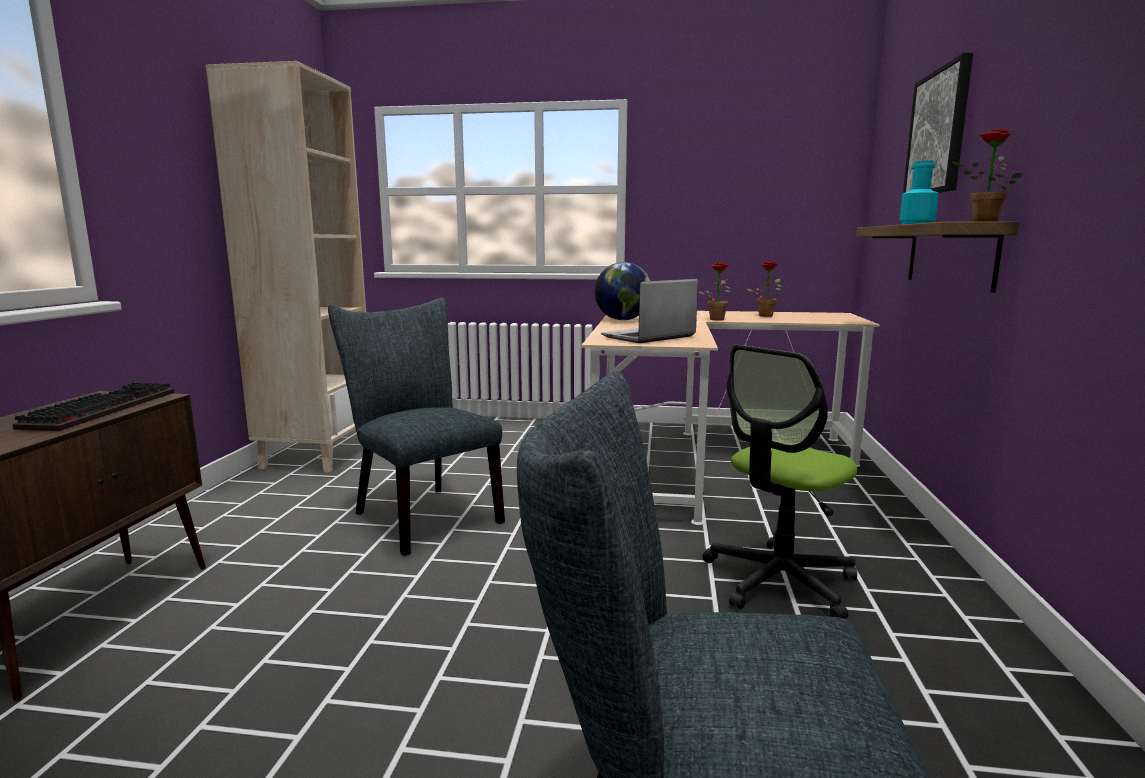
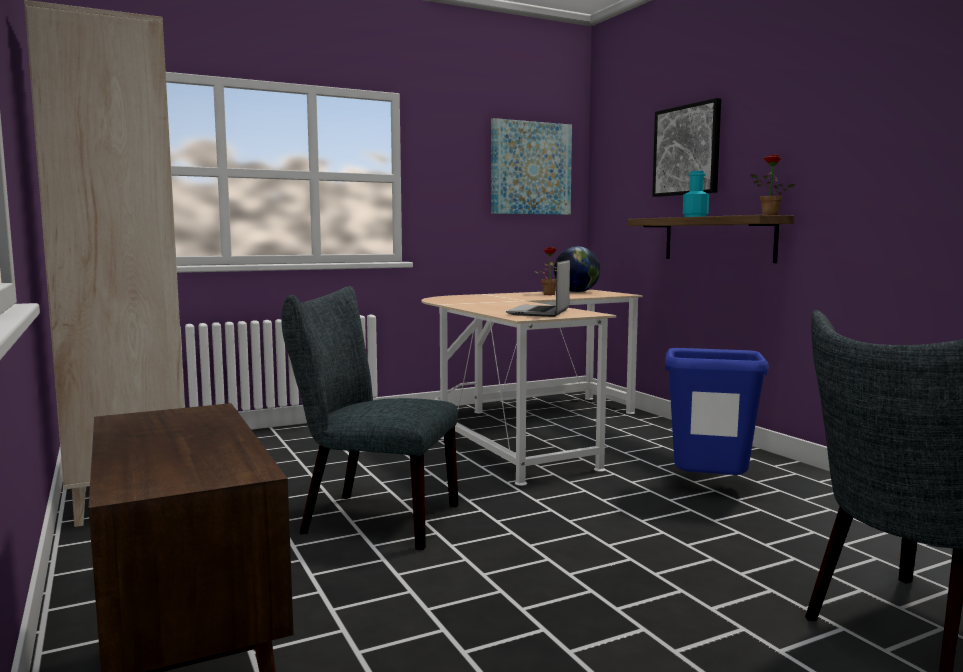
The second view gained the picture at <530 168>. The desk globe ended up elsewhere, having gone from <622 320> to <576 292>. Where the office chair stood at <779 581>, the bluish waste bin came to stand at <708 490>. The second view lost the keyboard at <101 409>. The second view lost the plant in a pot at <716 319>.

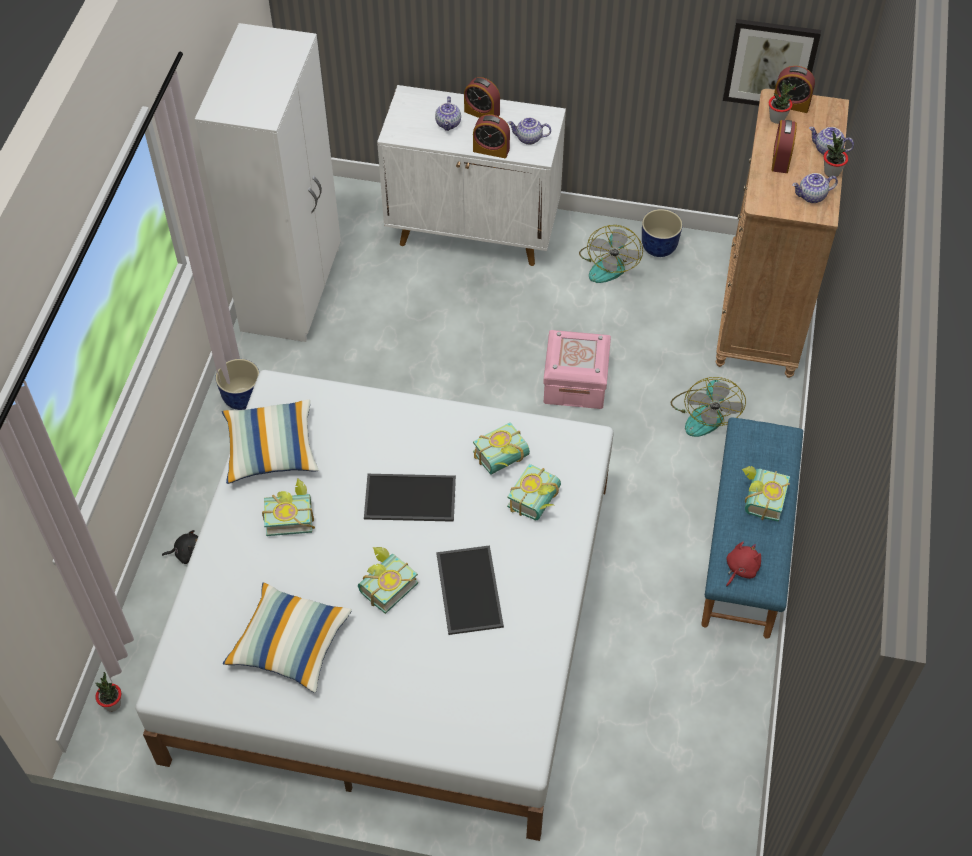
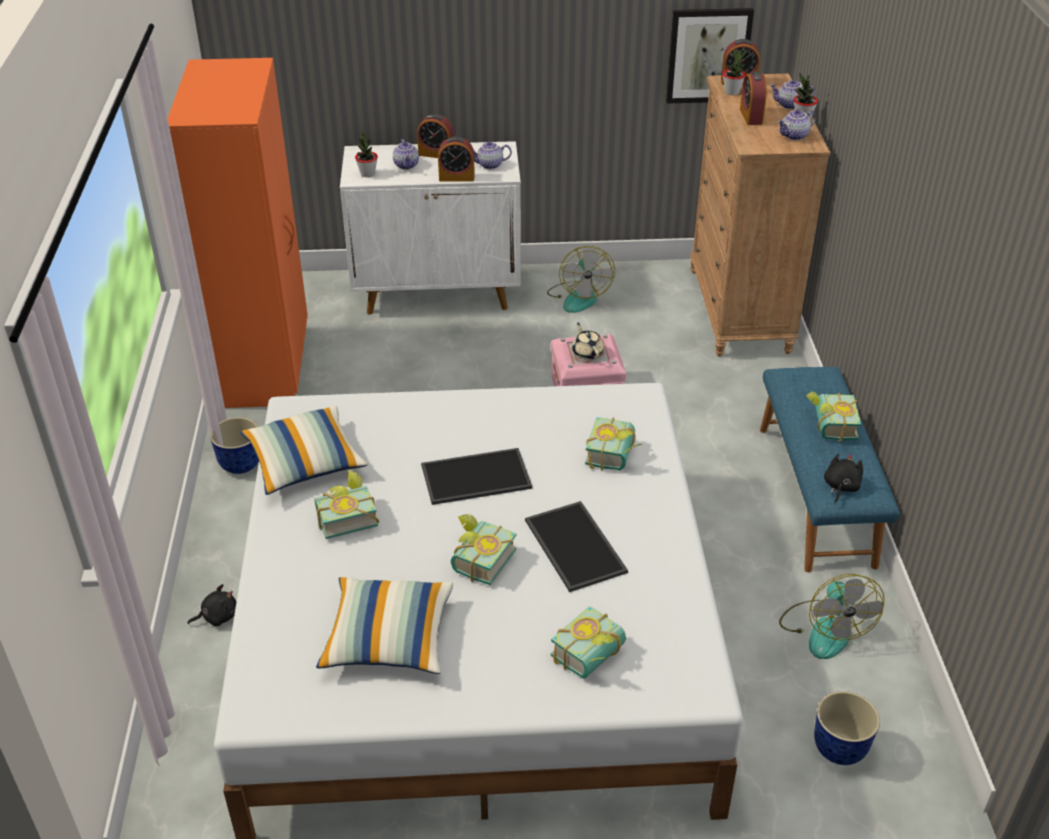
What was the white-coloured wardrobe at <293 288> turned into the orange-coloured wardrobe at <268 364>. The plant in a pot ended up elsewhere, having gone from <112 704> to <367 174>. The bound book ended up elsewhere, having gone from <503 460> to <593 658>. The second view gained the sand-coloured teapot at <587 352>. The cooling fan ended up elsewhere, having gone from <704 413> to <824 629>. The flower pot ended up elsewhere, having gone from <658 248> to <839 749>. What was the reddish plush toy at <740 569> turned into the black-coloured plush toy at <840 487>.

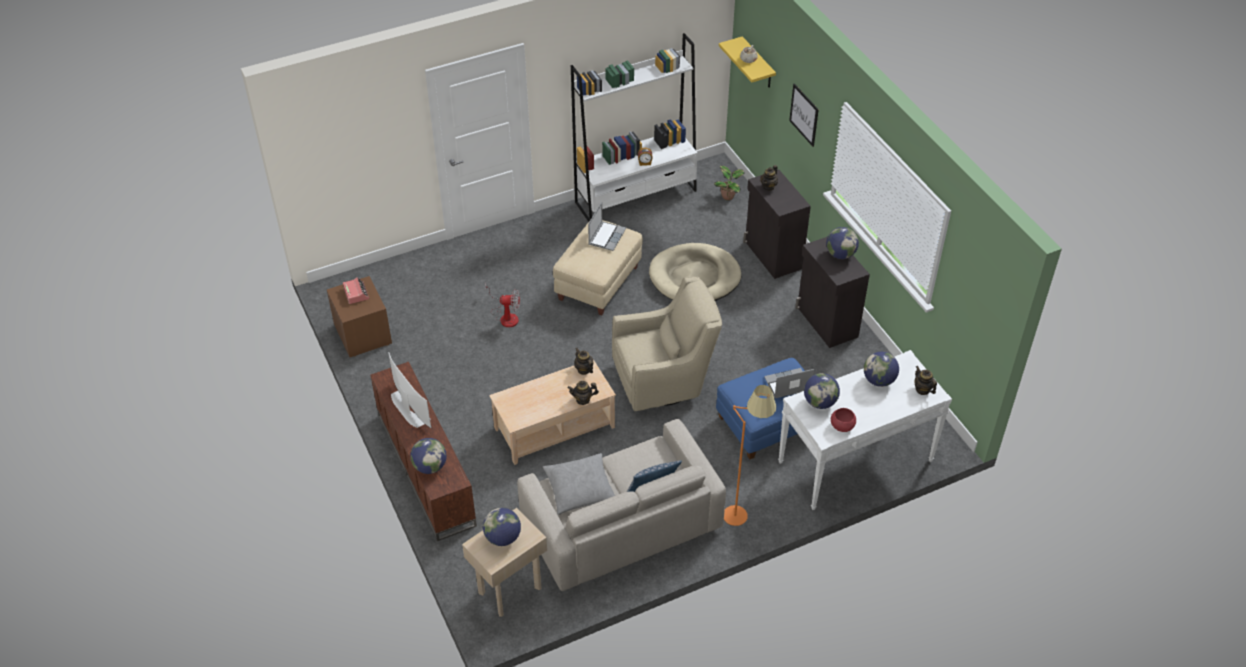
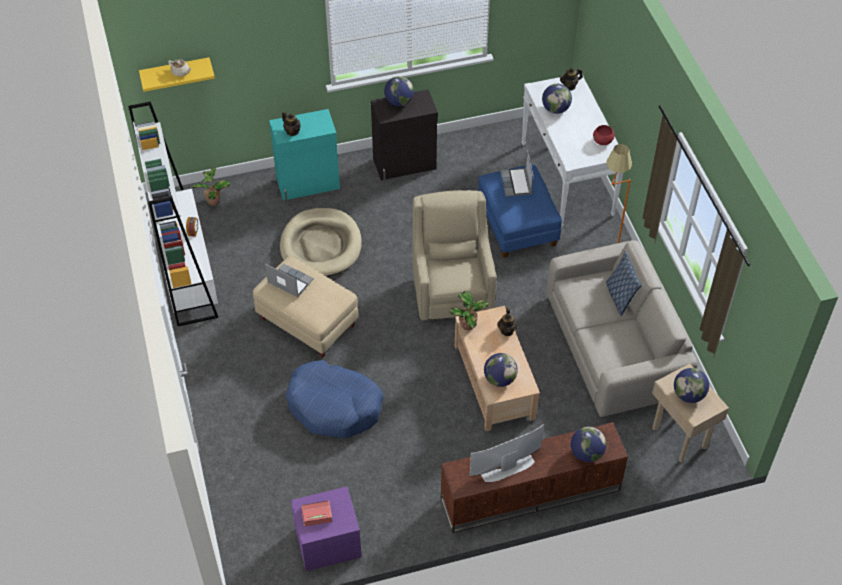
What was the black-coloured cupboard at <772 255> turned into the turquoise cupboard at <308 184>. Where the cooling fan stood at <505 316>, the bluish dog cushion came to stand at <334 406>. What was the brown night table at <362 334> turned into the purple night table at <327 543>. Where the teapot stood at <584 369>, the plant in a pot came to stand at <468 325>. The desk globe ended up elsewhere, having gone from <820 402> to <499 379>. The second view lost the greyish cushion at <580 489>. The second view lost the picture at <804 115>.

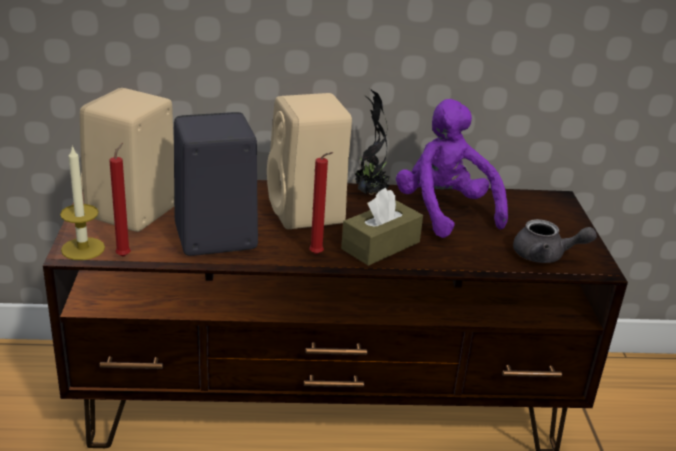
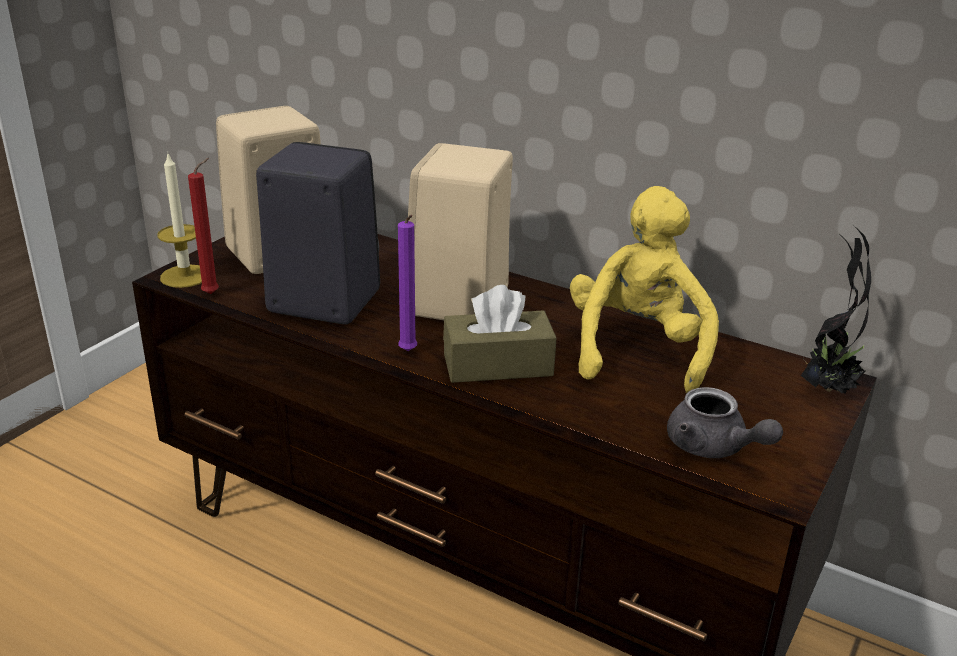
What was the reddish candle at <318 255> turned into the purple candle at <408 352>. What was the purple plush toy at <444 211> turned into the yellow-coloured plush toy at <637 350>. The plant in a pot ended up elsewhere, having gone from <369 193> to <827 388>.

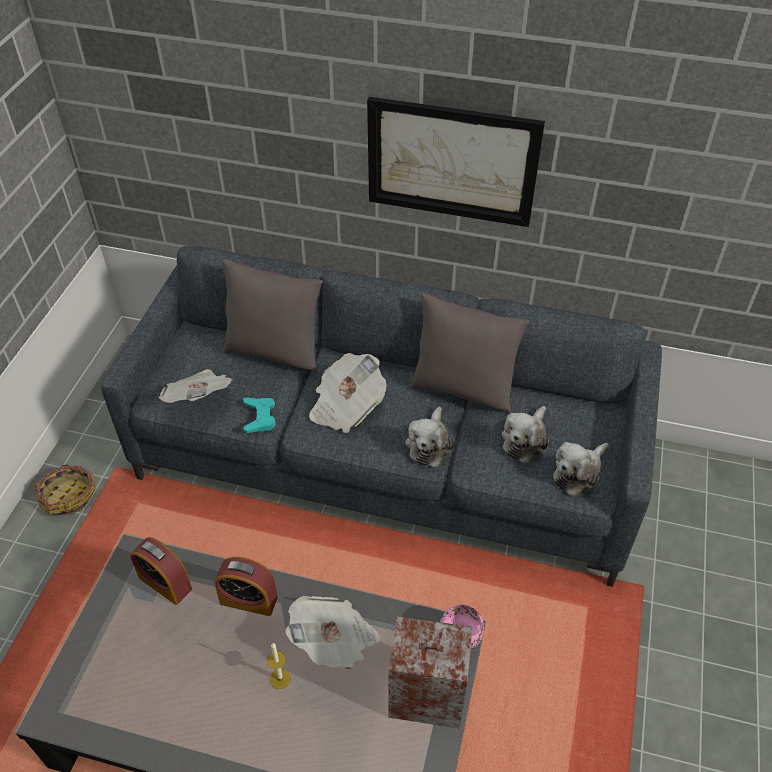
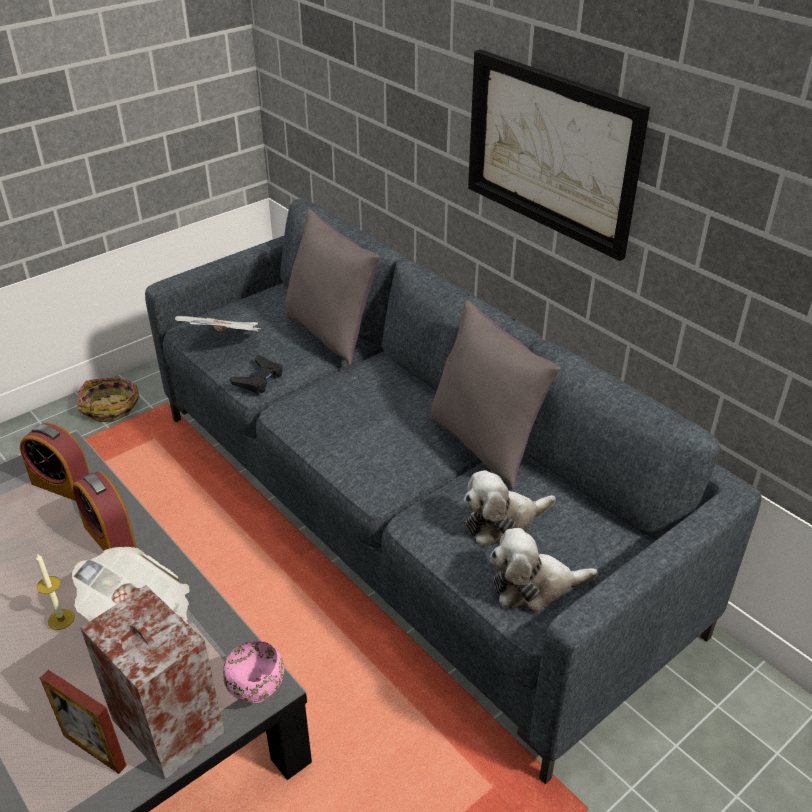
The alarm clock at <165 583> ended up facing another way, 45 degrees counterclockwise from before. The second view gained the picture frame at <94 750>. What was the turquoise joypad at <259 417> turned into the black-coloured joypad at <259 379>. The second view lost the newspaper at <346 406>. The second view lost the plush toy at <429 444>.

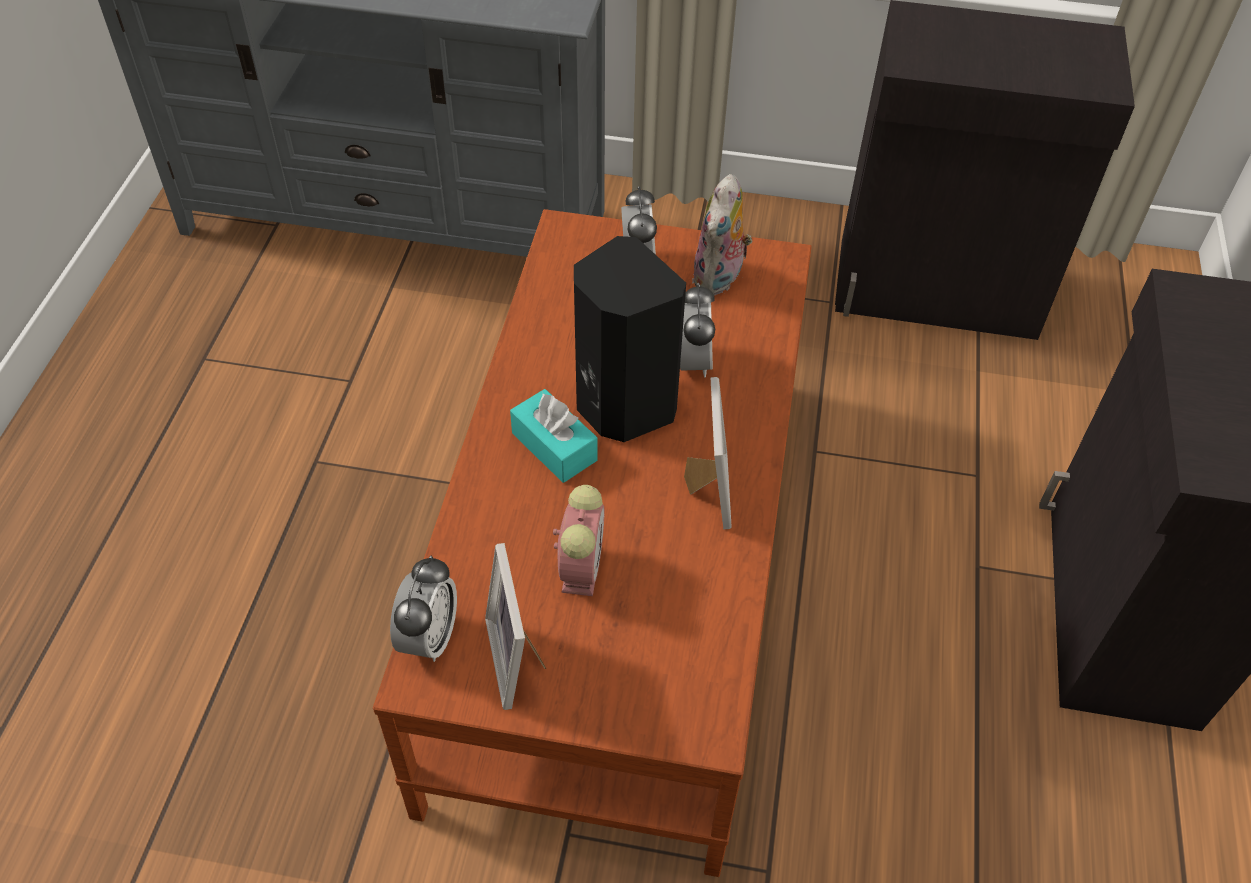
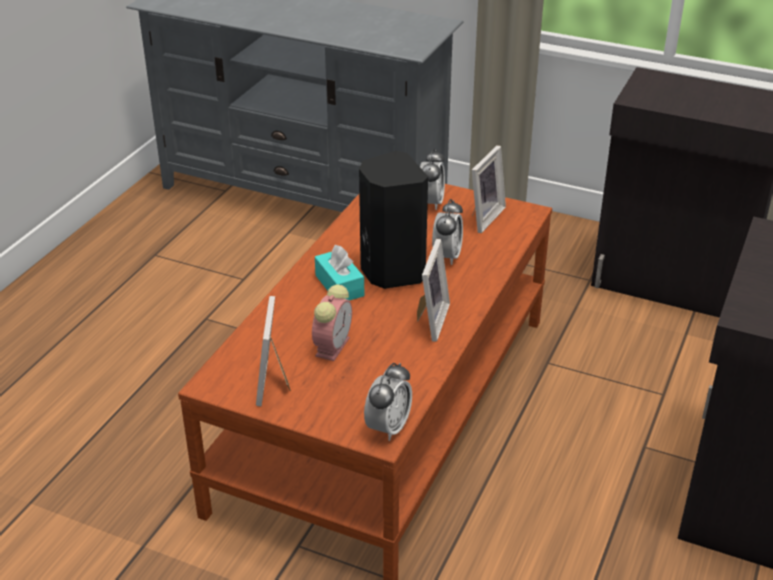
The alarm clock ended up elsewhere, having gone from <429 637> to <388 427>. Where the plush toy stood at <719 279>, the picture frame came to stand at <482 217>.

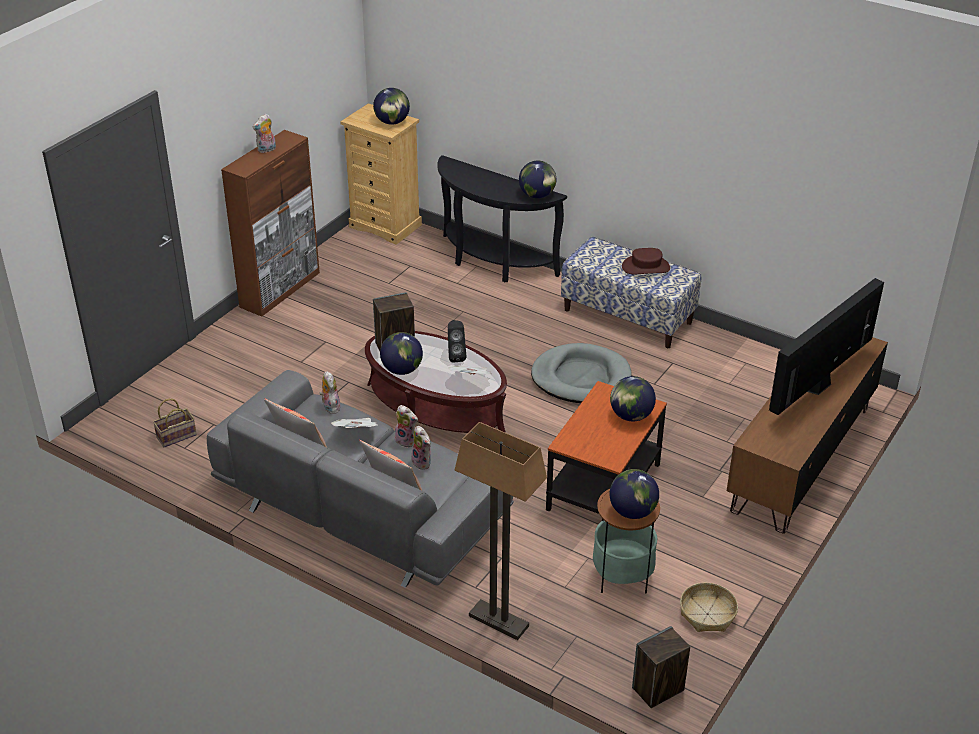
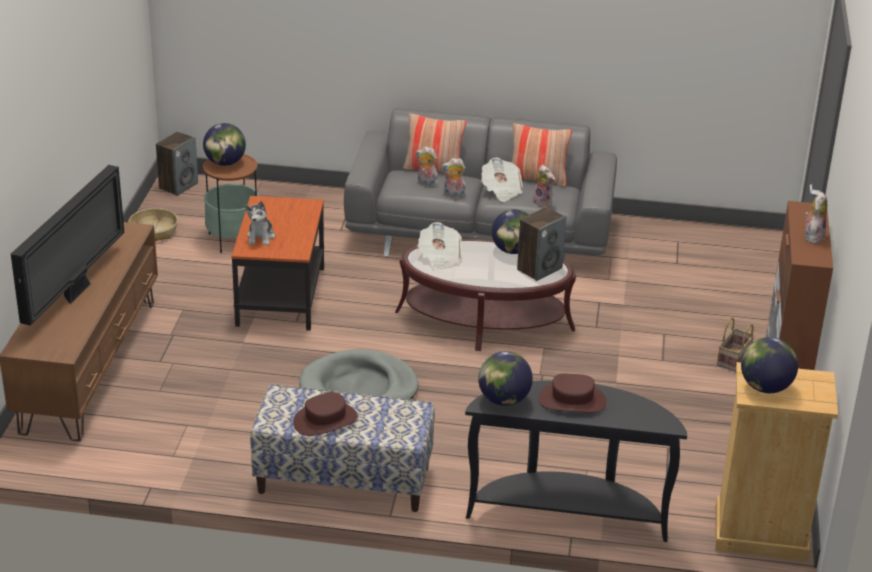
Where the desk globe stood at <631 416>, the plush toy came to stand at <261 237>. The second view gained the brown hat at <572 401>. The storage basket ended up elsewhere, having gone from <177 435> to <734 360>. The second view lost the black-coloured speaker at <455 356>. The second view lost the standing lamp at <498 621>.

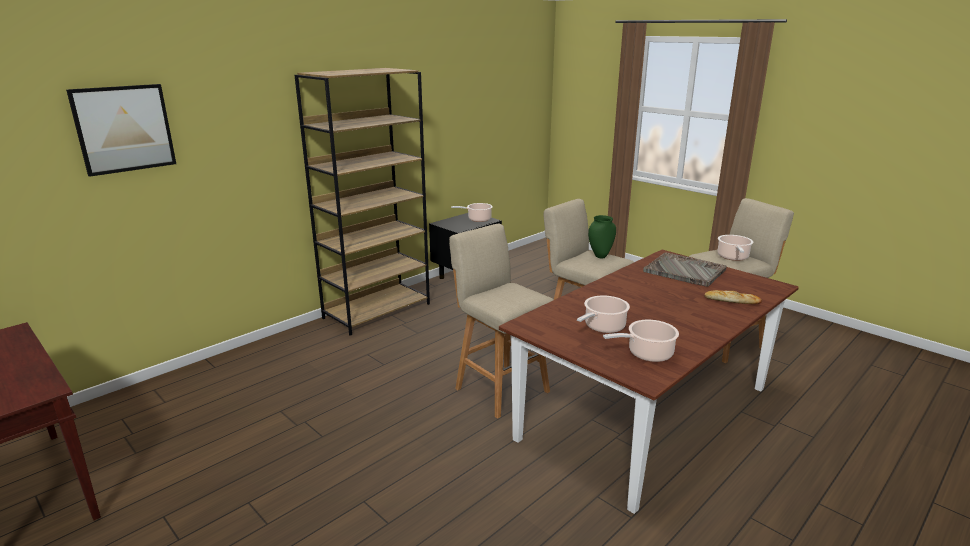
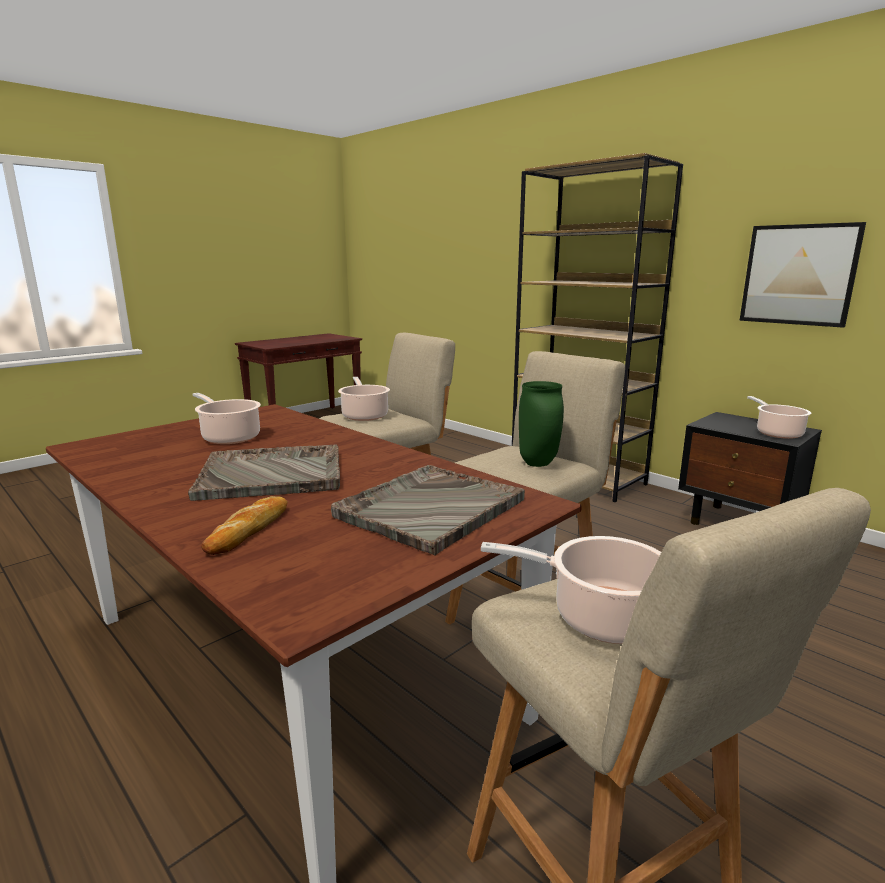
The second view gained the greyish serving tray at <273 474>. The saucepot ended up elsewhere, having gone from <647 354> to <364 415>. The picture ended up elsewhere, having gone from <124 129> to <798 275>.

